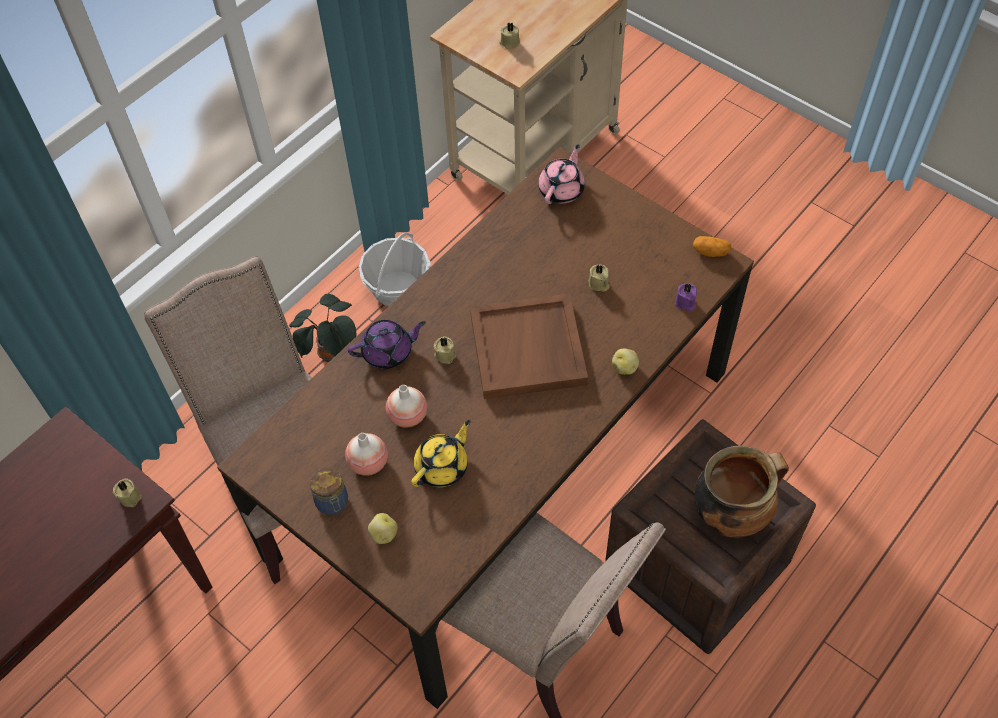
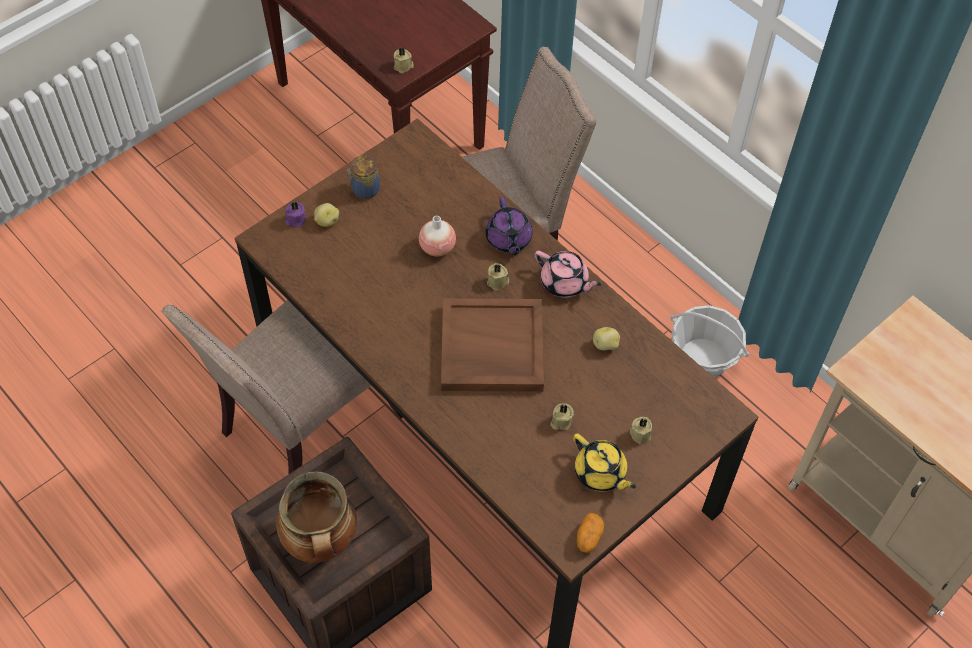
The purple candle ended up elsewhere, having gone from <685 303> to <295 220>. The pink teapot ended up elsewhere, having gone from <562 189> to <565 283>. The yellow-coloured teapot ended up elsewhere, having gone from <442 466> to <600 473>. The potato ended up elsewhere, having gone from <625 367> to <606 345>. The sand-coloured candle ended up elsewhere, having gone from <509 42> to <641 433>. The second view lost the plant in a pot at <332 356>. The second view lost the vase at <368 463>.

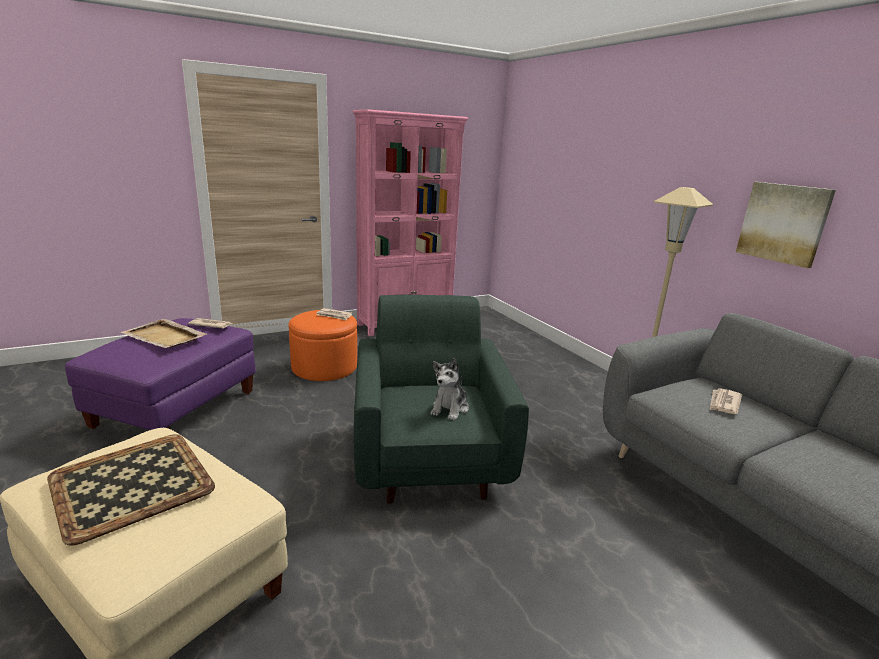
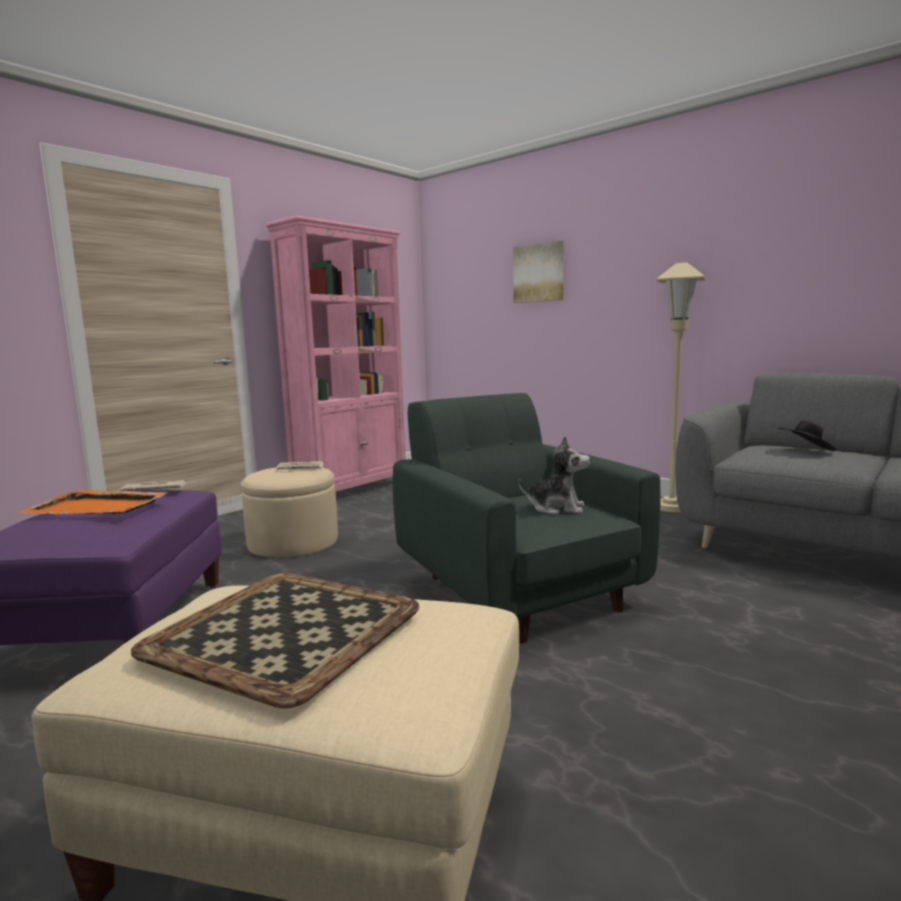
What was the sand-coloured serving tray at <165 336> turned into the orange-coloured serving tray at <98 507>. What was the orange-coloured pouffe at <324 367> turned into the sand-coloured pouffe at <293 542>. The picture ended up elsewhere, having gone from <783 223> to <539 273>. The plush toy at <450 408> ended up facing another way, 75 degrees counterclockwise from before. Where the newspaper stood at <724 403>, the black-coloured hat came to stand at <806 451>.

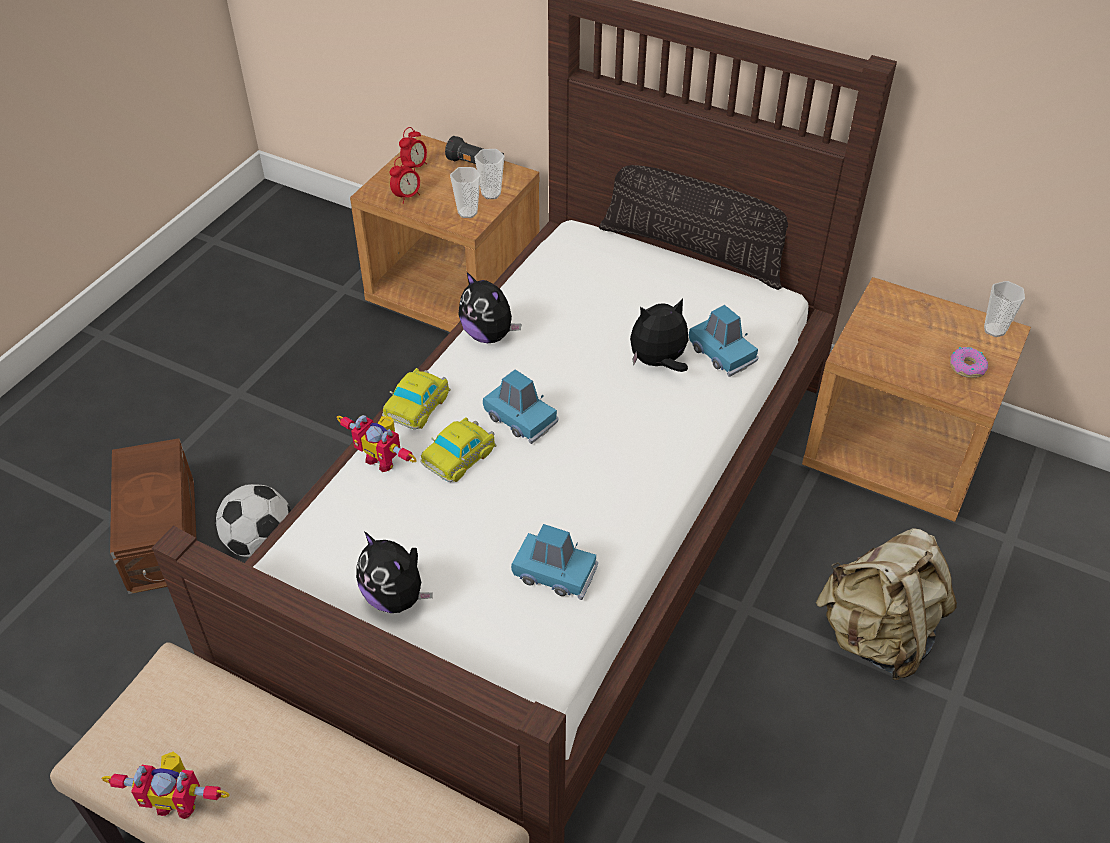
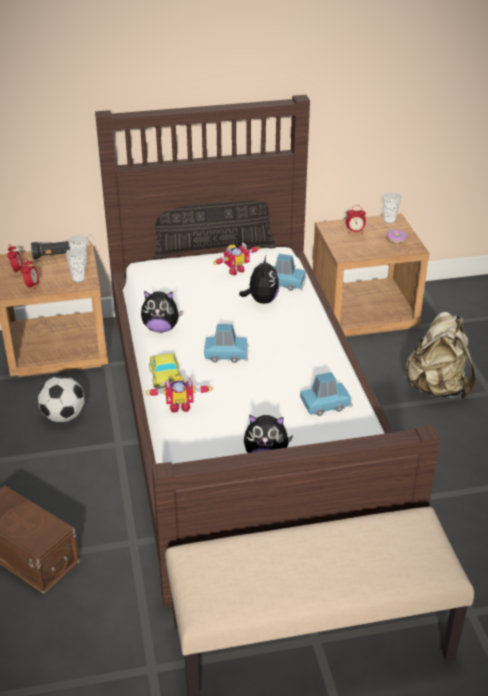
The ball for football ended up elsewhere, having gone from <260 543> to <64 416>. The toy robot ended up elsewhere, having gone from <178 800> to <235 270>. The plush toy at <658 363> ended up facing another way, 150 degrees clockwise from before. The second view gained the alarm clock at <355 232>. The second view lost the toy car at <460 455>.

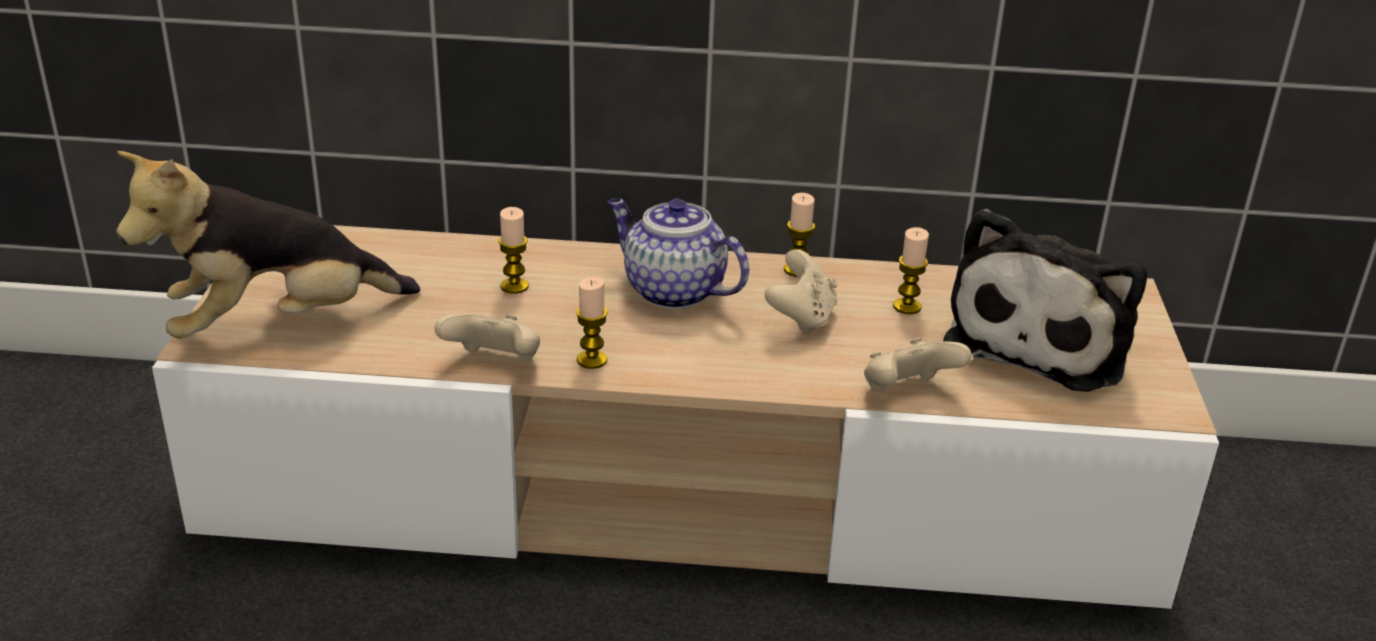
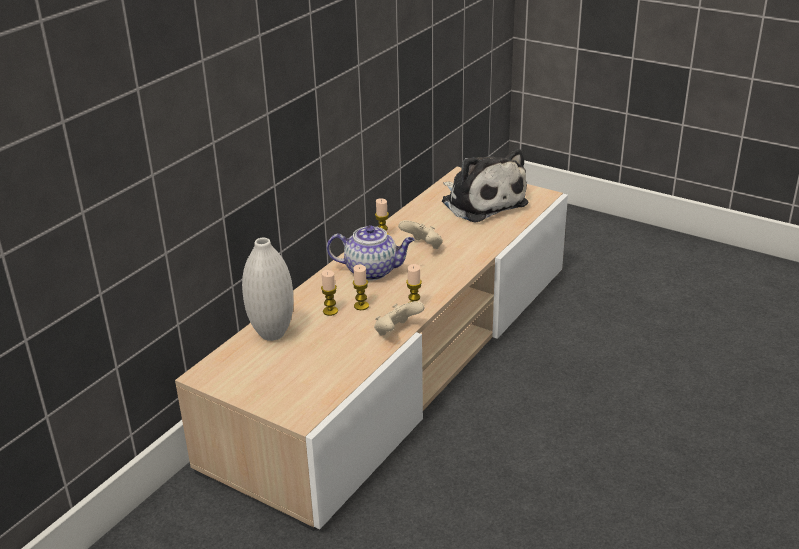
The second view gained the white-coloured vase at <272 334>. The teapot at <671 291> ended up facing another way, 150 degrees counterclockwise from before. The candle ended up elsewhere, having gone from <907 307> to <361 306>. The second view lost the plush toy at <277 325>. The second view lost the sand-coloured joypad at <907 392>.

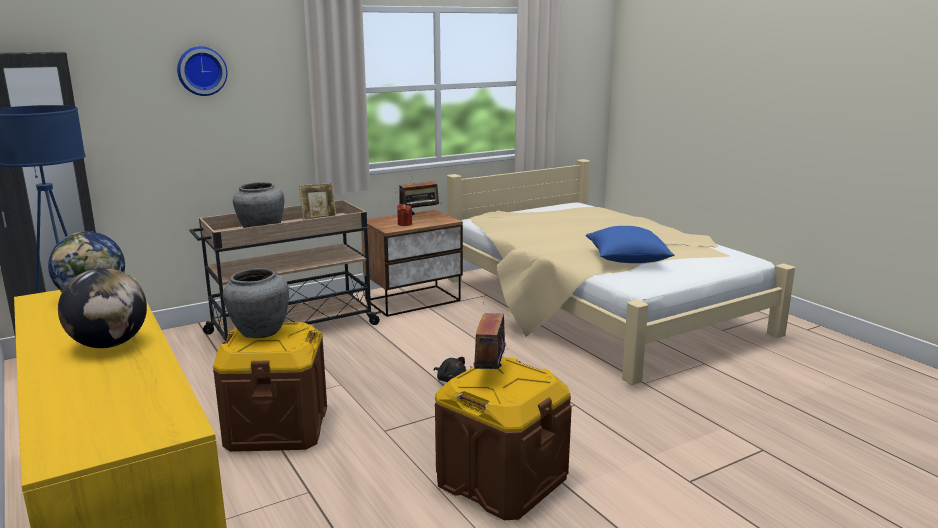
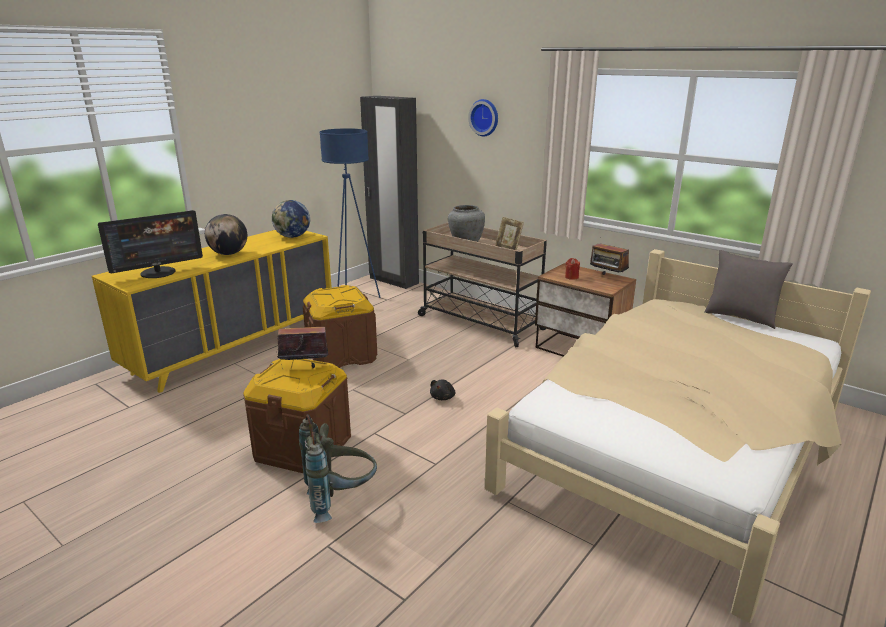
The second view gained the computer screen at <158 272>. The second view gained the greyish knapsack at <340 500>. The second view gained the greyish cushion at <740 318>. The second view lost the greyish vase at <259 331>. The second view lost the bluish cushion at <627 260>.

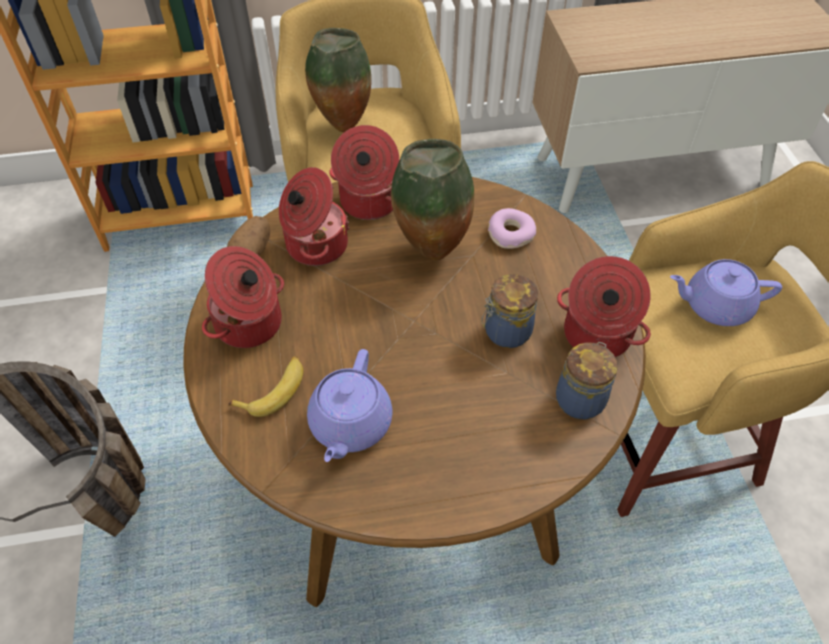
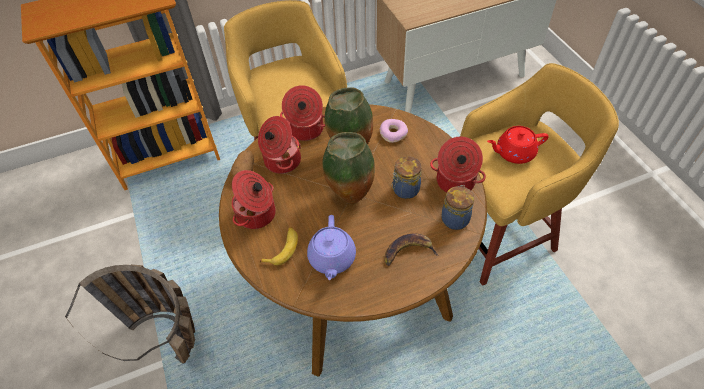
The vase ended up elsewhere, having gone from <342 126> to <349 197>. The second view gained the whole banana at <408 251>. What was the purple teapot at <715 306> turned into the reddish teapot at <514 153>.

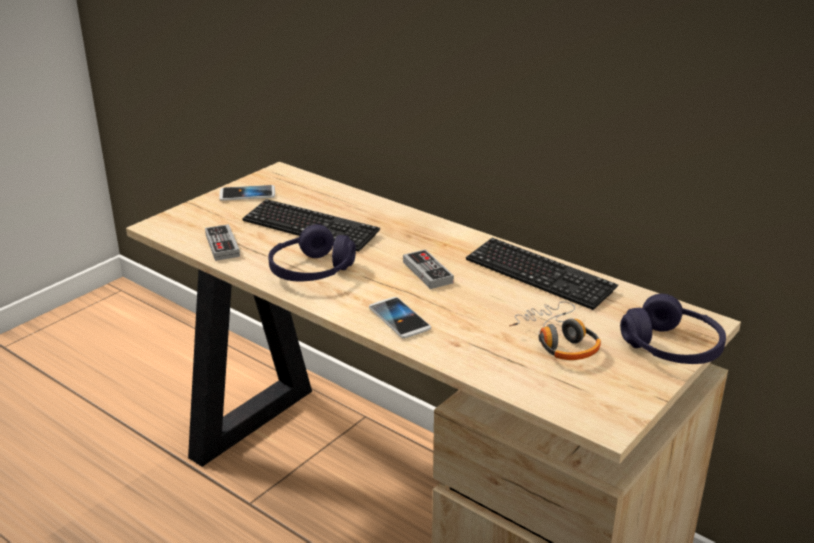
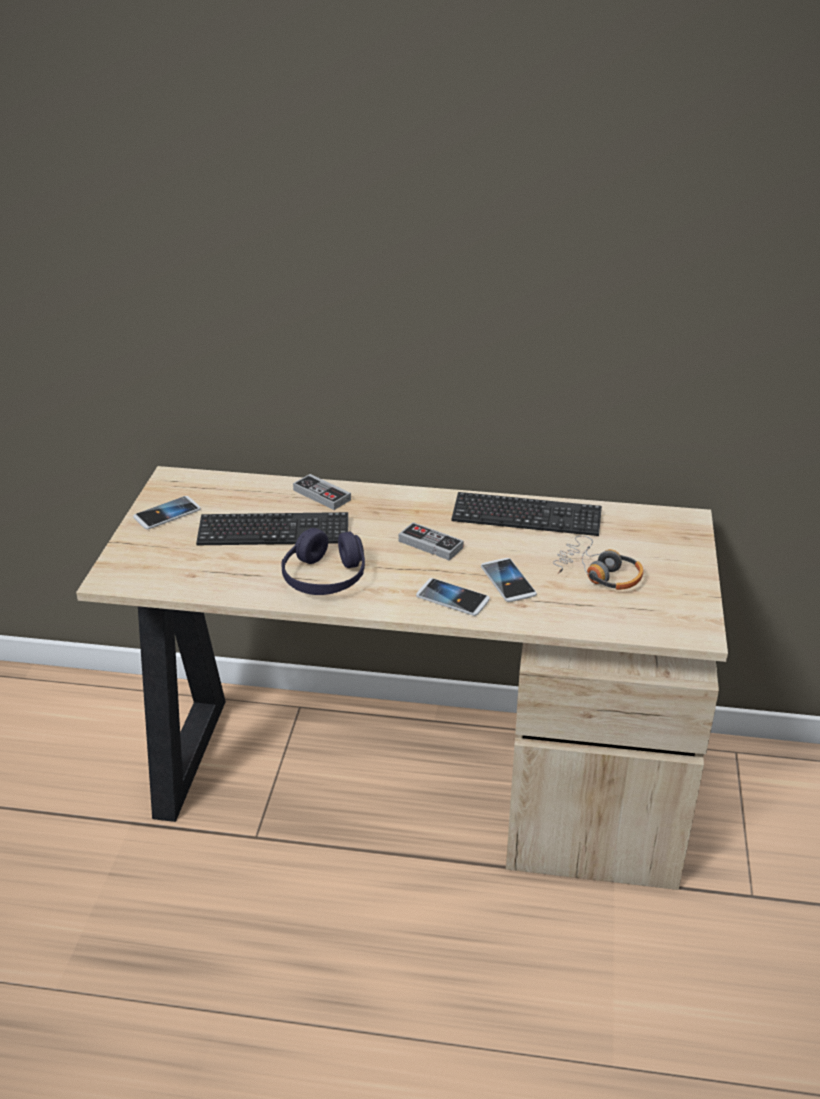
The joypad ended up elsewhere, having gone from <222 245> to <322 495>. The second view gained the handset at <508 581>. The second view lost the purple headset at <672 348>.

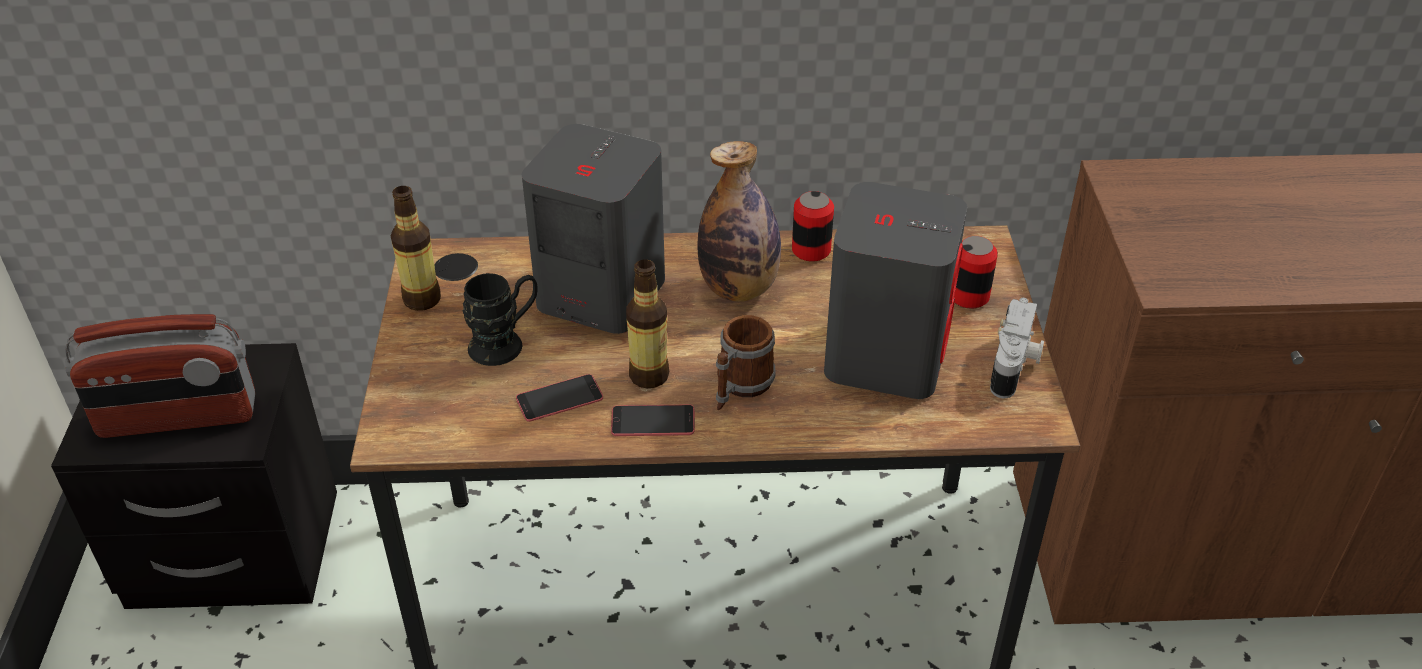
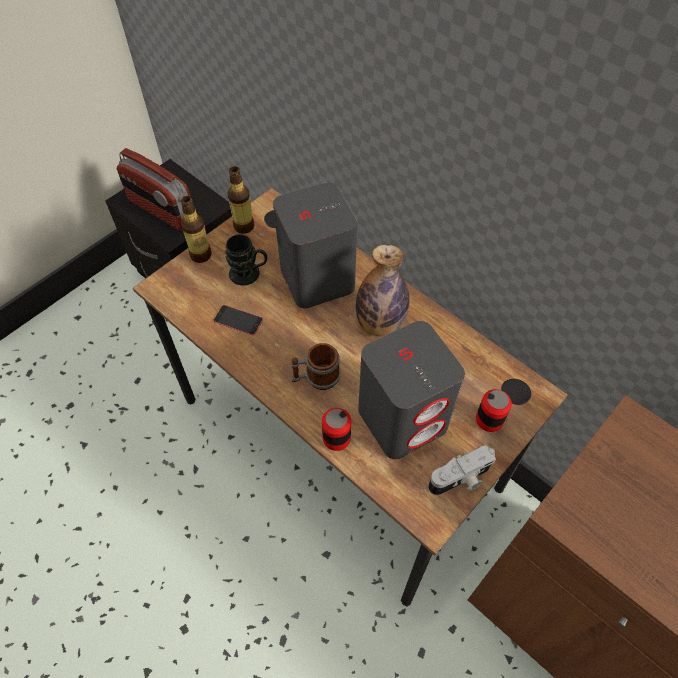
The beverage bottle ended up elsewhere, having gone from <649 375> to <201 255>. The metal can ended up elsewhere, having gone from <811 250> to <336 438>. The second view lost the handset at <653 421>.

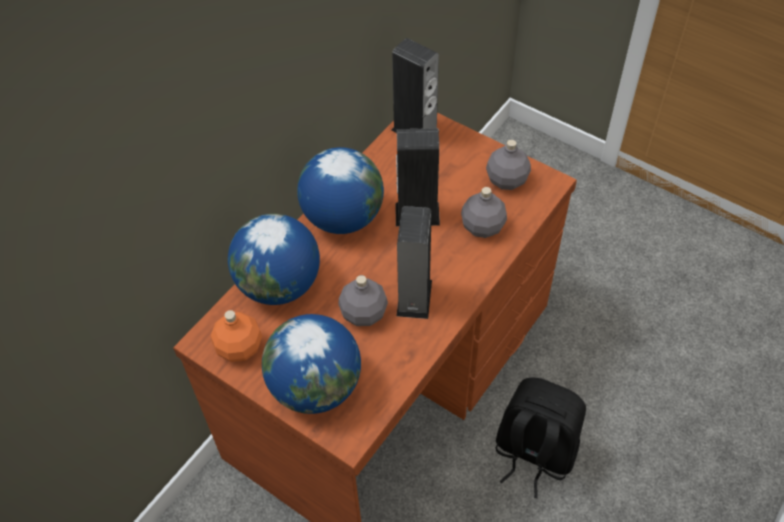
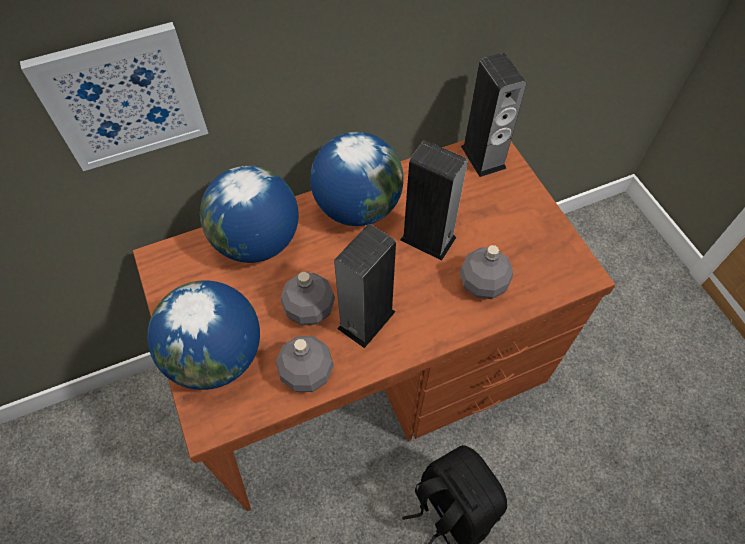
The second view gained the picture at <123 98>. The greyish beverage bottle ended up elsewhere, having gone from <507 180> to <307 373>. The second view lost the orange-coloured beverage bottle at <239 347>.

